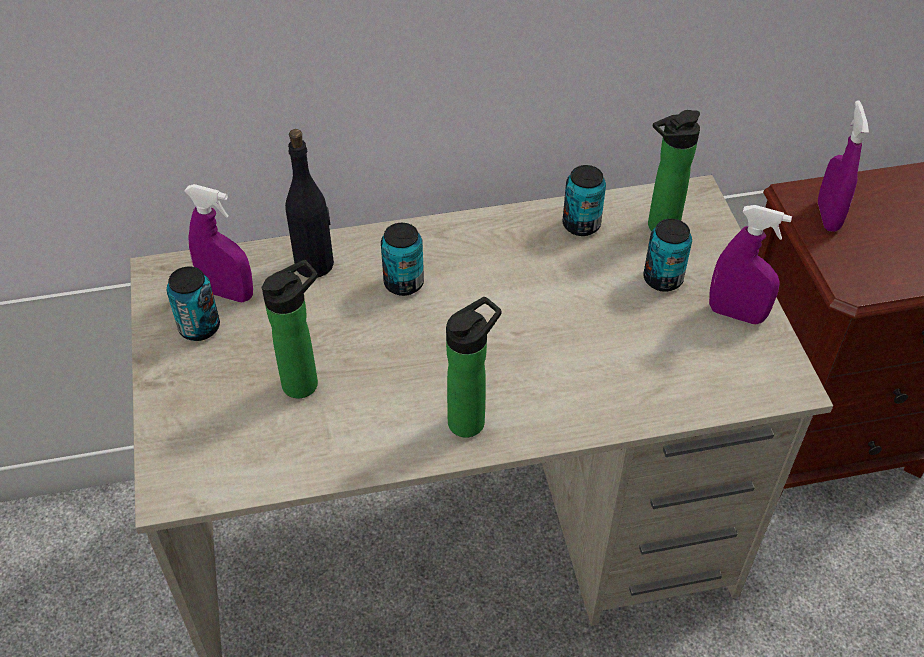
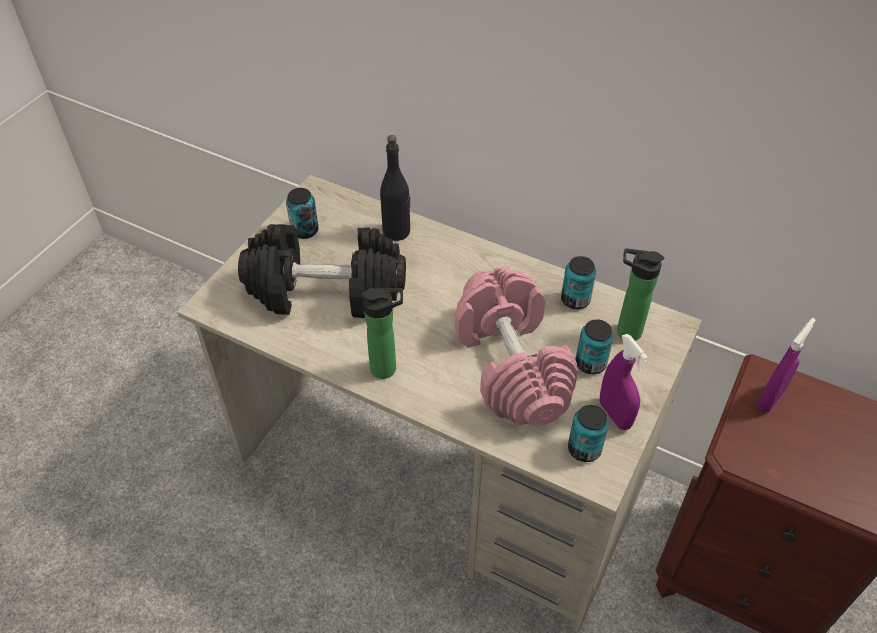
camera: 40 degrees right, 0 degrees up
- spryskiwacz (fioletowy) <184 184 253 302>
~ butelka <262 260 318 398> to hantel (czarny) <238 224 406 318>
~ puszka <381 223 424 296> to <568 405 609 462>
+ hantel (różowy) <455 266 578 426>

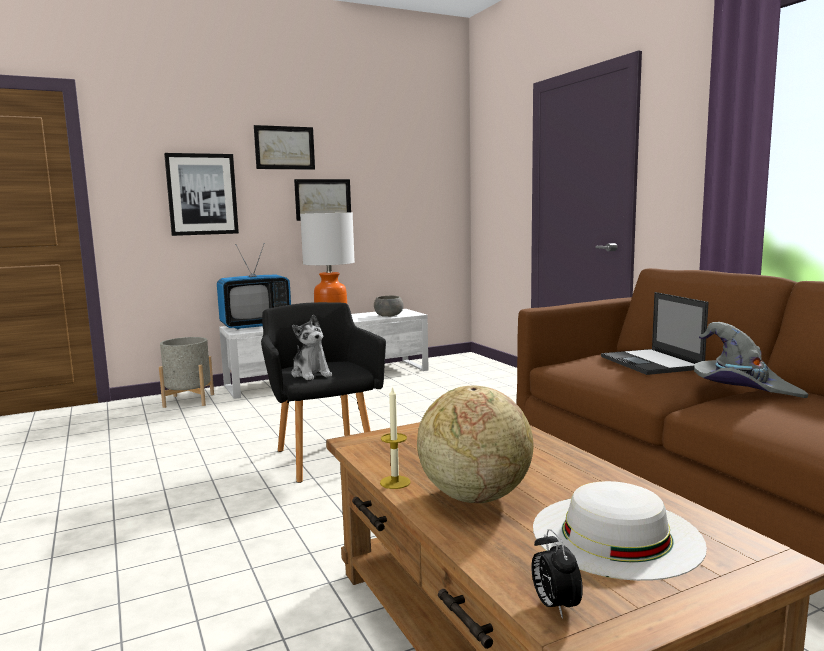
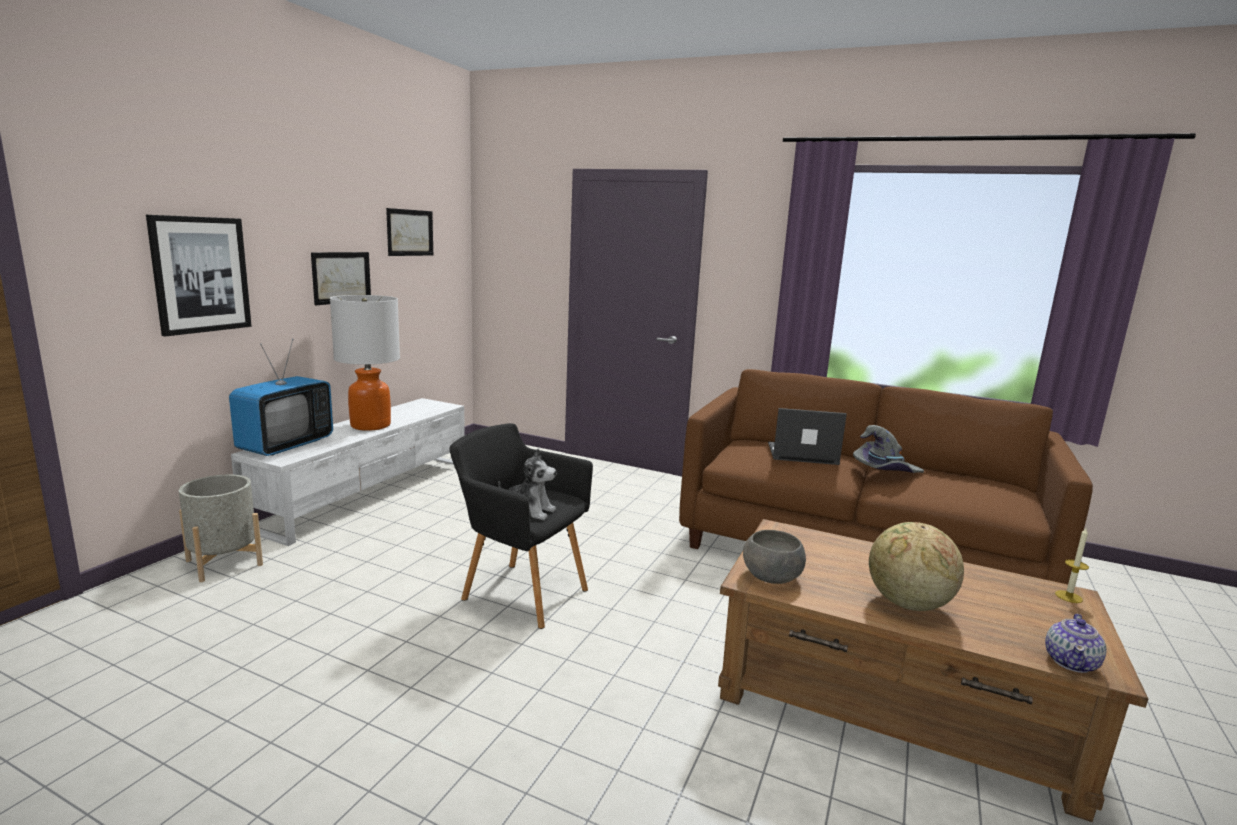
camera: 40 degrees left, 5 degrees up
~ obraz <254 125 315 170> to <386 208 433 256>
~ miska (szary) <374 296 404 317> to <743 530 806 584>
~ świeca <380 386 410 489> to <1055 528 1089 603>
~ budzik <531 529 583 619> to imbryk <1045 614 1107 673>
- kapelusz (biały) <533 481 707 581>
~ laptop <601 292 709 375> = <768 408 847 465> 150 degrees clockwise

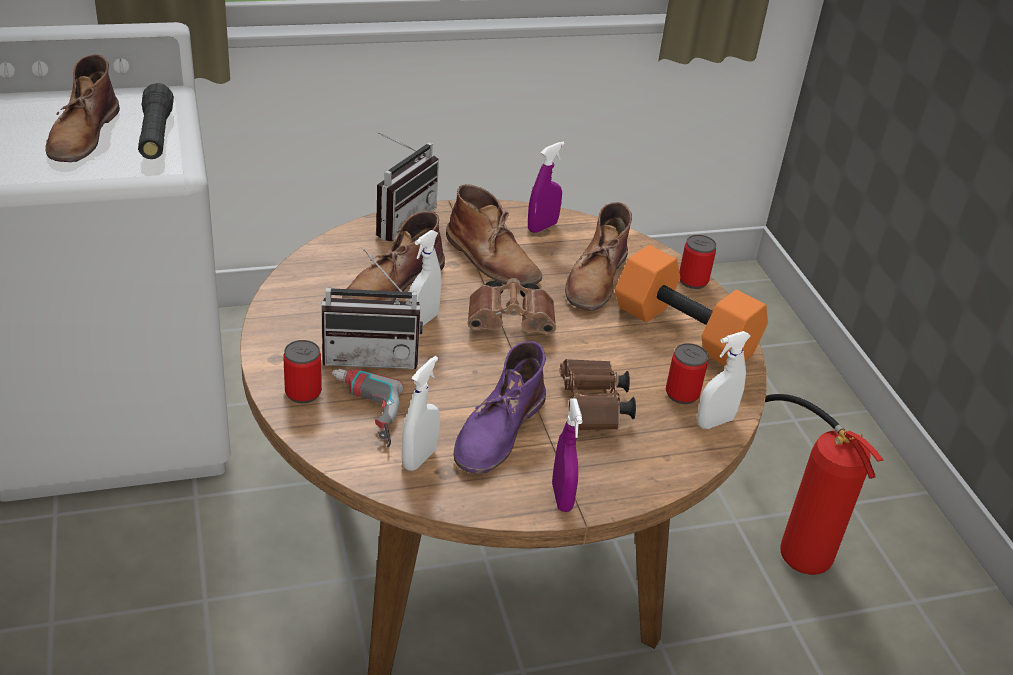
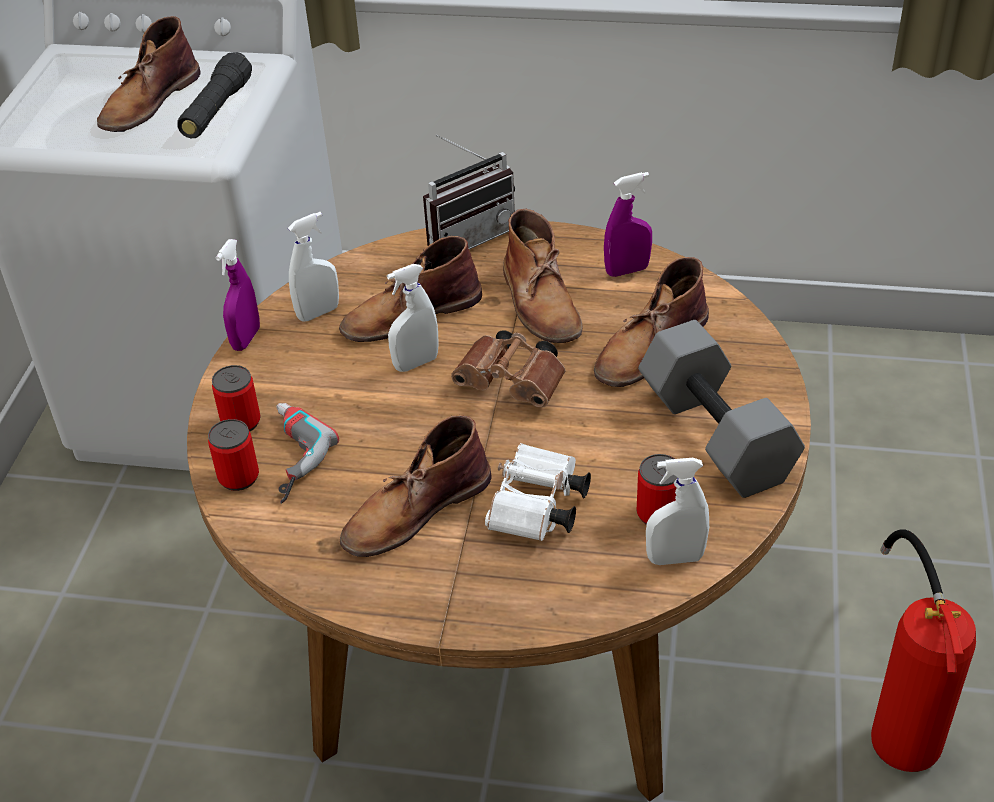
camera: 30 degrees right, 5 degrees up
- radio <321 249 423 369>
~ spryskiwacz (biały) <402 356 440 471> to <288 212 339 322>
~ but z cholewką (fioletowy) <454 341 546 474> to but z cholewką (brązowy) <340 415 492 557>
~ spryskiwacz (fioletowy) <552 398 582 512> to <215 239 260 351>
~ lornetka (brązowy) <560 359 636 430> to lornetka (biały) <485 443 591 541>
~ hantel (pomarańczowy) <615 245 768 366> to hantel (szary) <638 320 805 498>
~ puszka <679 235 716 289> to <208 419 259 491>

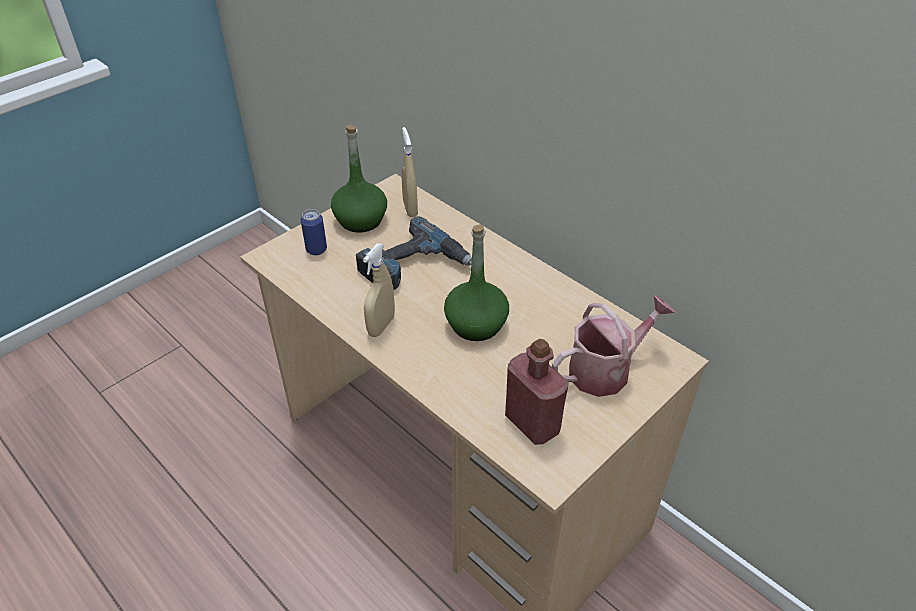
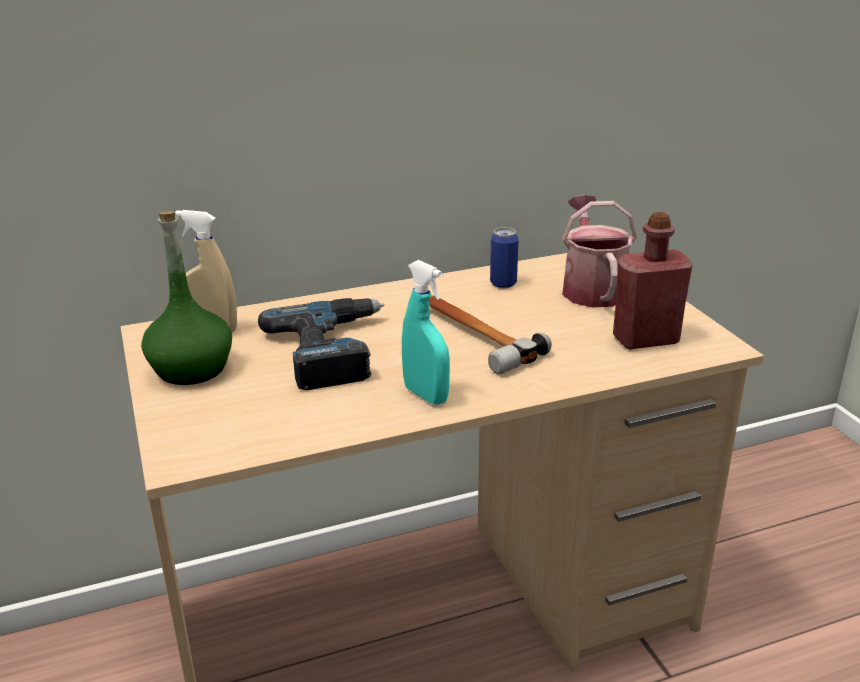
camera: 65 degrees left, 15 degrees down
~ puszka <301 209 327 255> to <490 227 519 288>
~ spryskiwacz (beżowy) <363 243 395 337> to spryskiwacz (turkusowy) <402 260 450 405>
~ butelka (zielony) <444 224 509 341> to młotek <429 296 552 375>

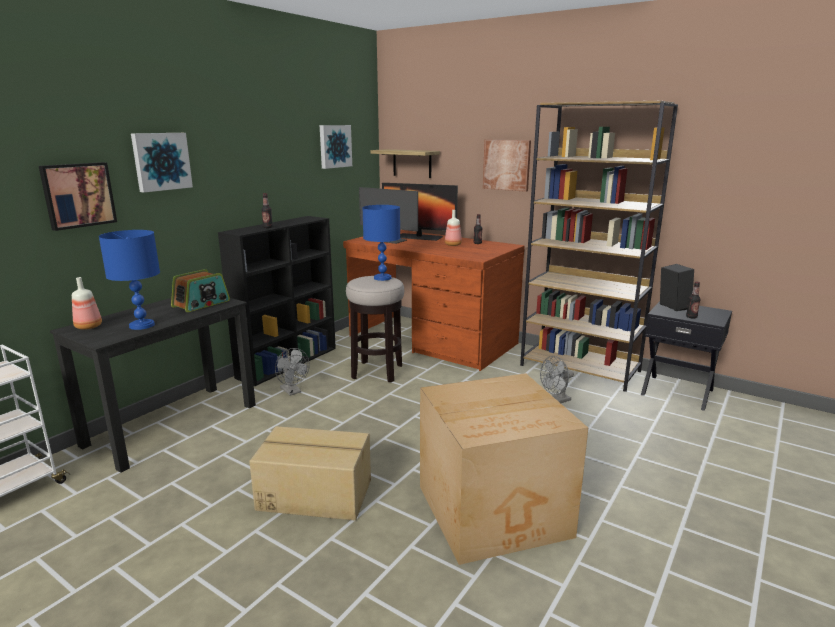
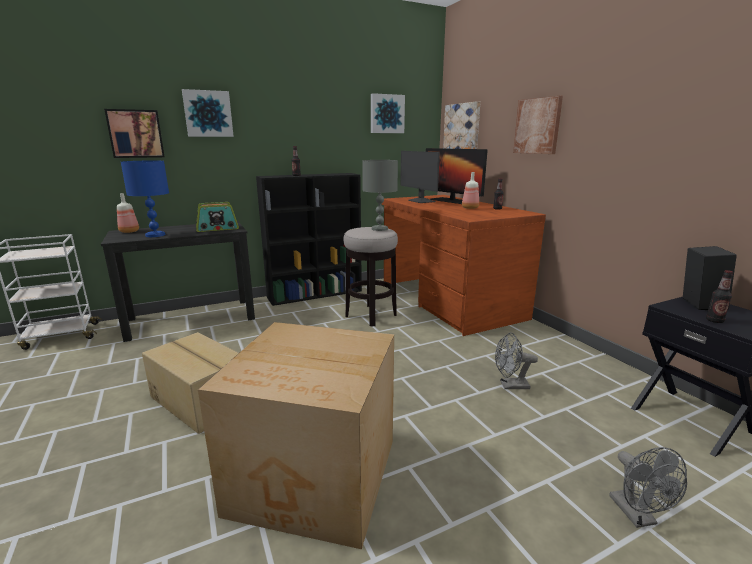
camera: 30 degrees right, 0 degrees up
~ wentylator (szary) <275 348 310 396> to <609 447 687 528>
~ lampa stołowa (niebieski) <362 205 400 281> to lampa stołowa (szary) <362 160 398 231>
~ półka <371 149 440 178> to obraz <443 101 480 149>
- regał (brązowy) <520 101 678 392>

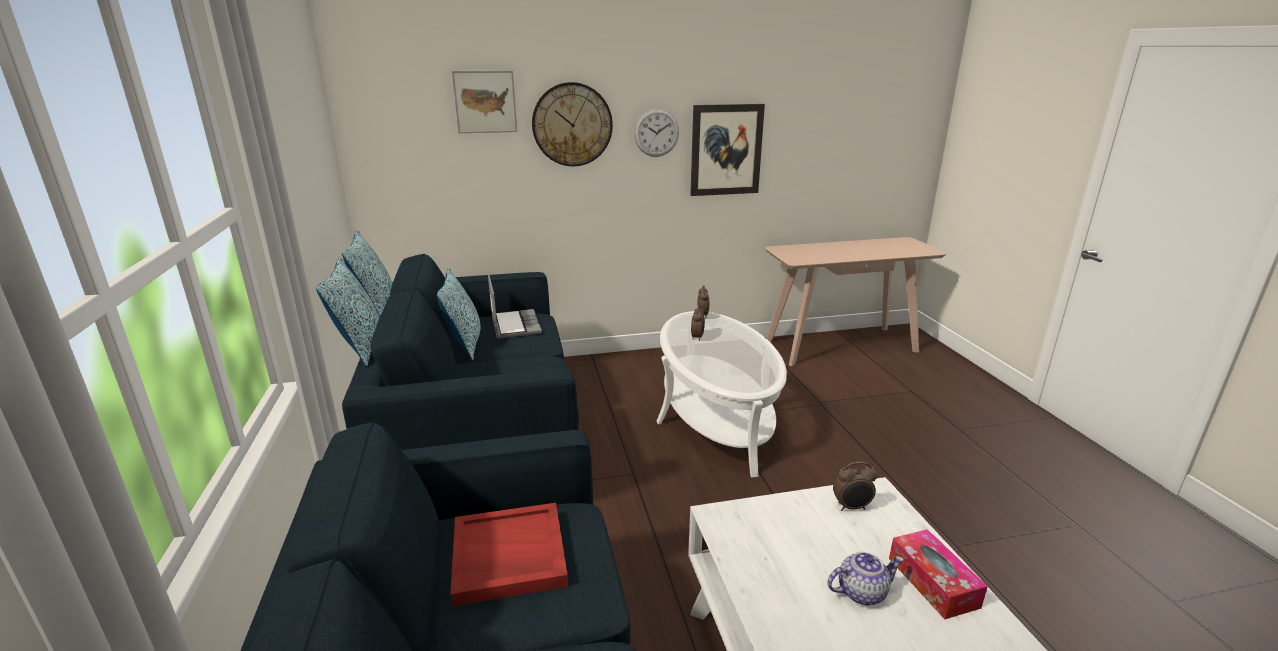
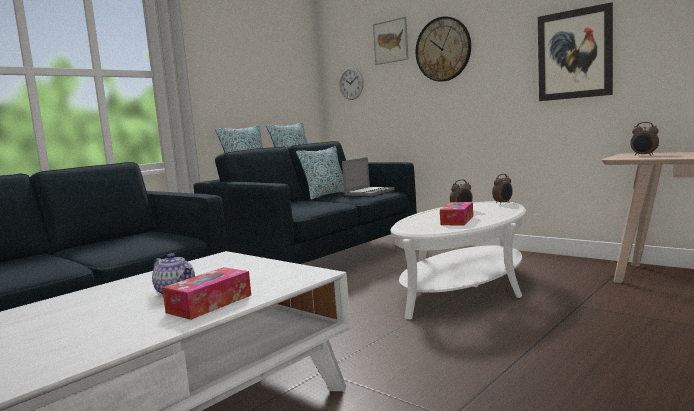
camera: 55 degrees right, 15 degrees down
- taca (czerwony) <451 503 568 606>
~ zegar ścienny <634 109 679 157> to <339 67 364 100>
~ budzik <833 462 877 511> to <630 122 659 156>
+ pudełko chusteczek <440 202 473 226>

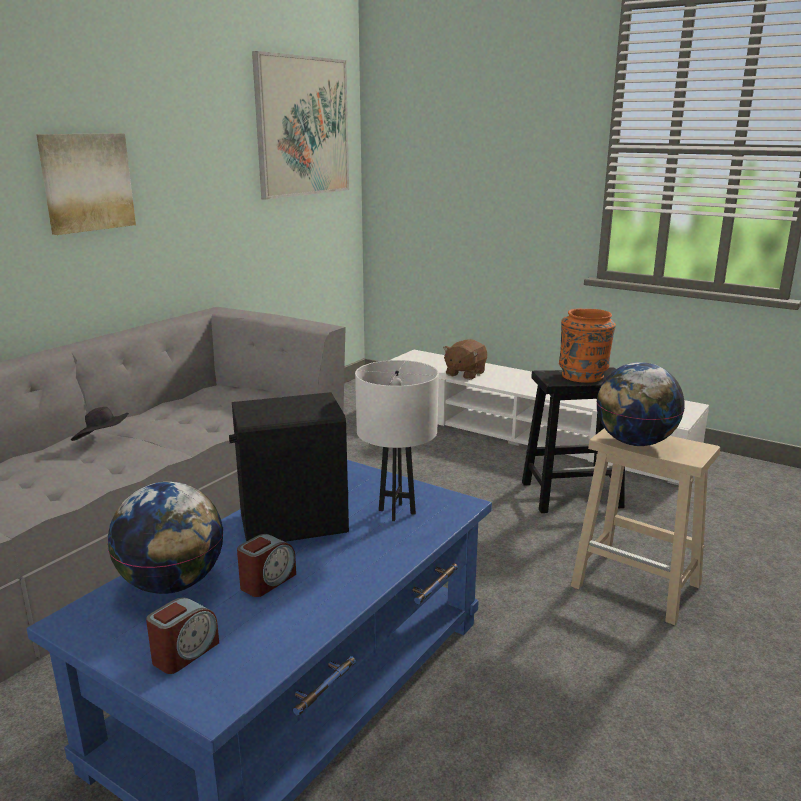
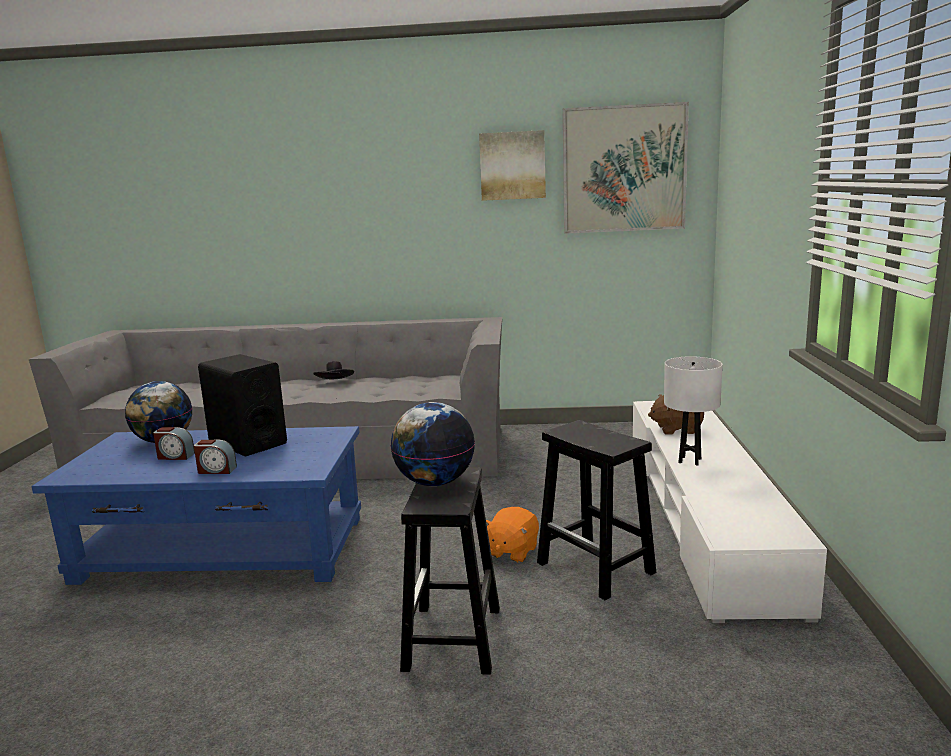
camera: 60 degrees right, 5 degrees down
~ obraz <36 133 136 235> to <479 130 546 201>
~ budzik <146 597 219 674> to <194 440 237 474>
~ lampa stołowa (biały) <355 360 439 521> to <664 356 723 466>
- wazon (pomarańczowy) <559 309 616 383>
~ stołek (beżowy) <571 428 720 625> to stołek (czarny) <400 467 500 675>
+ pluszak (pomarańczowy) <486 507 539 563>

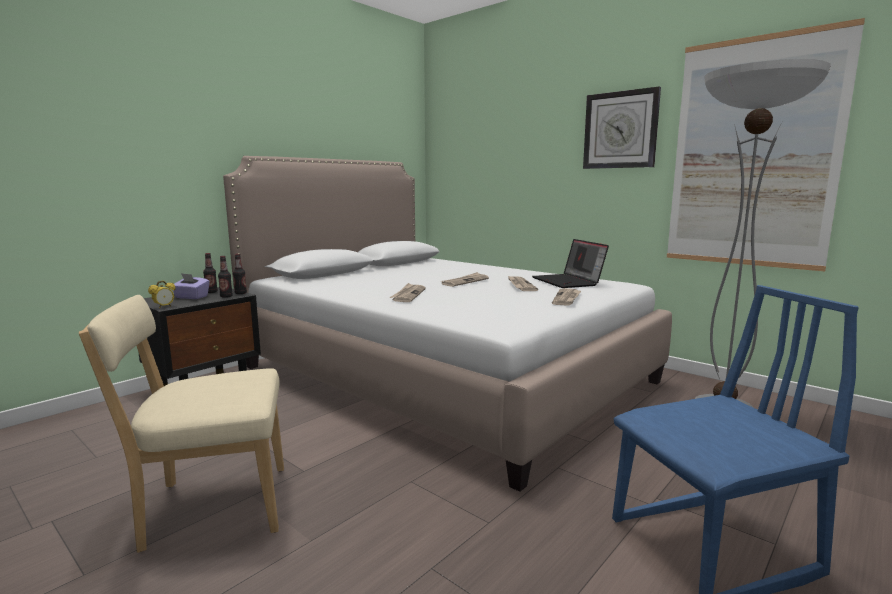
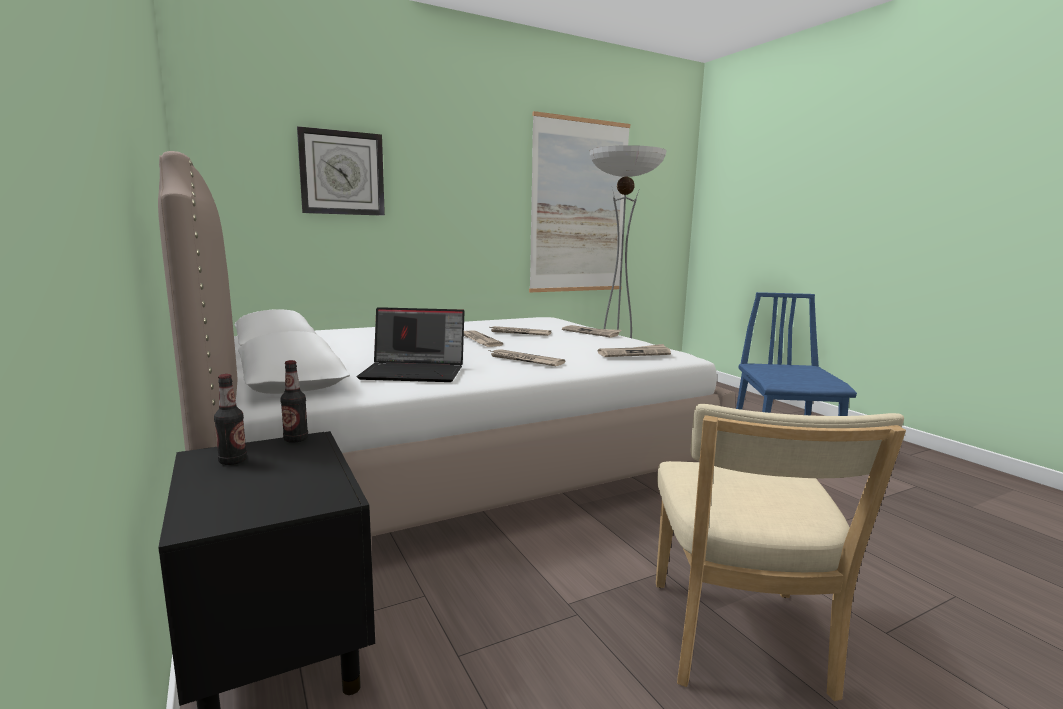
camera: 70 degrees left, 0 degrees up
- budzik <148 281 176 308>
- pudełko chusteczek (fioletowy) <173 273 210 299>
- butelka <218 256 233 298>
~ laptop <532 239 609 288> to <357 307 465 382>
~ zegar ścienny <583 87 661 169> to <297 126 385 216>
+ gazeta <597 344 671 357>

